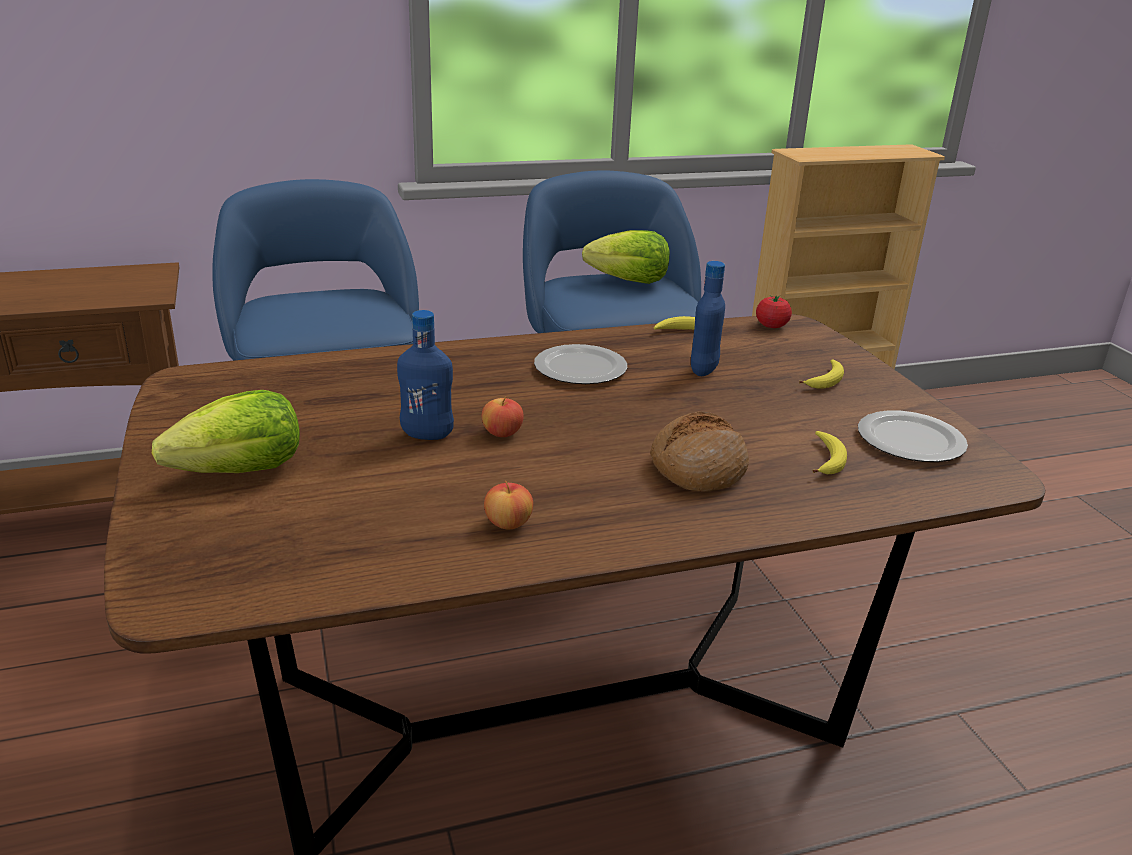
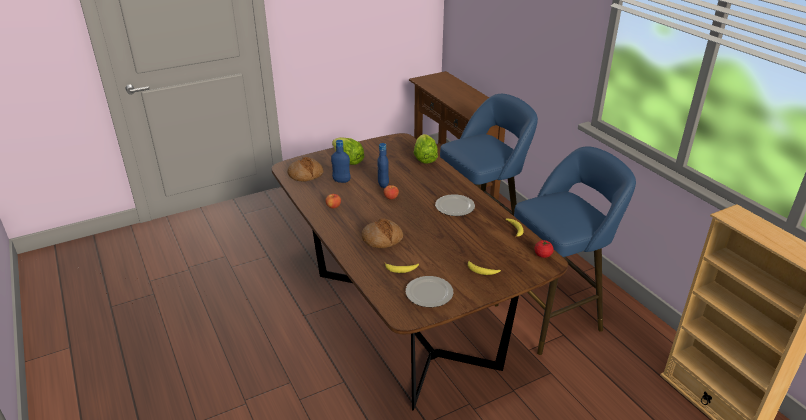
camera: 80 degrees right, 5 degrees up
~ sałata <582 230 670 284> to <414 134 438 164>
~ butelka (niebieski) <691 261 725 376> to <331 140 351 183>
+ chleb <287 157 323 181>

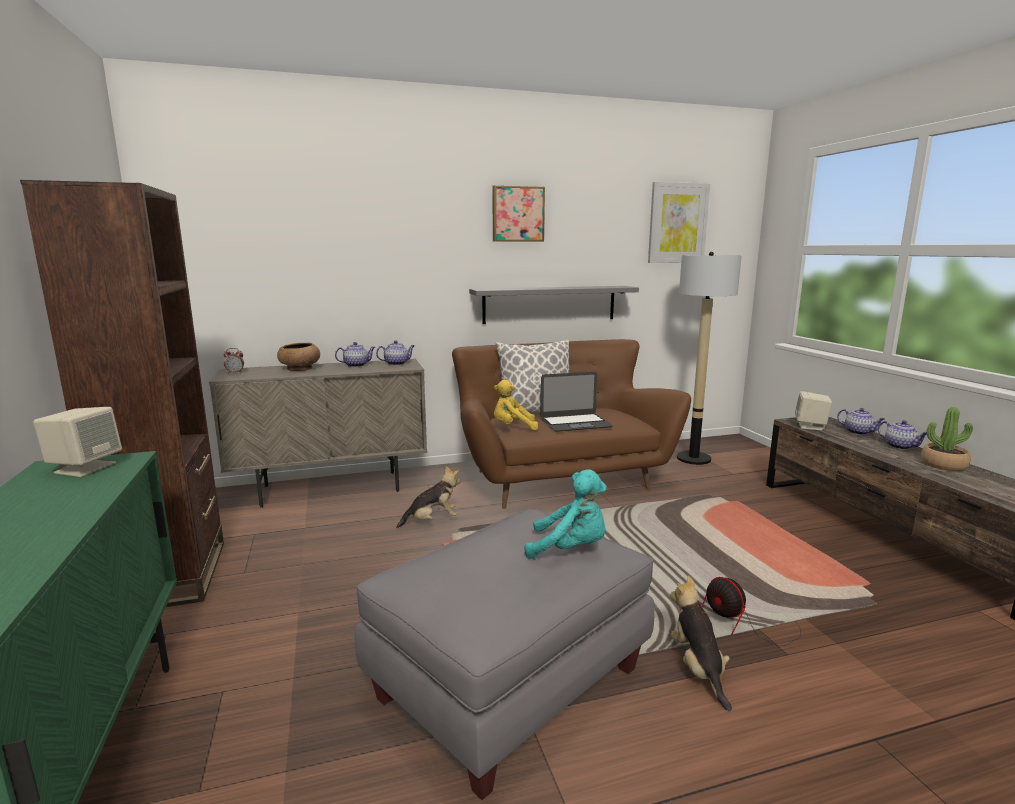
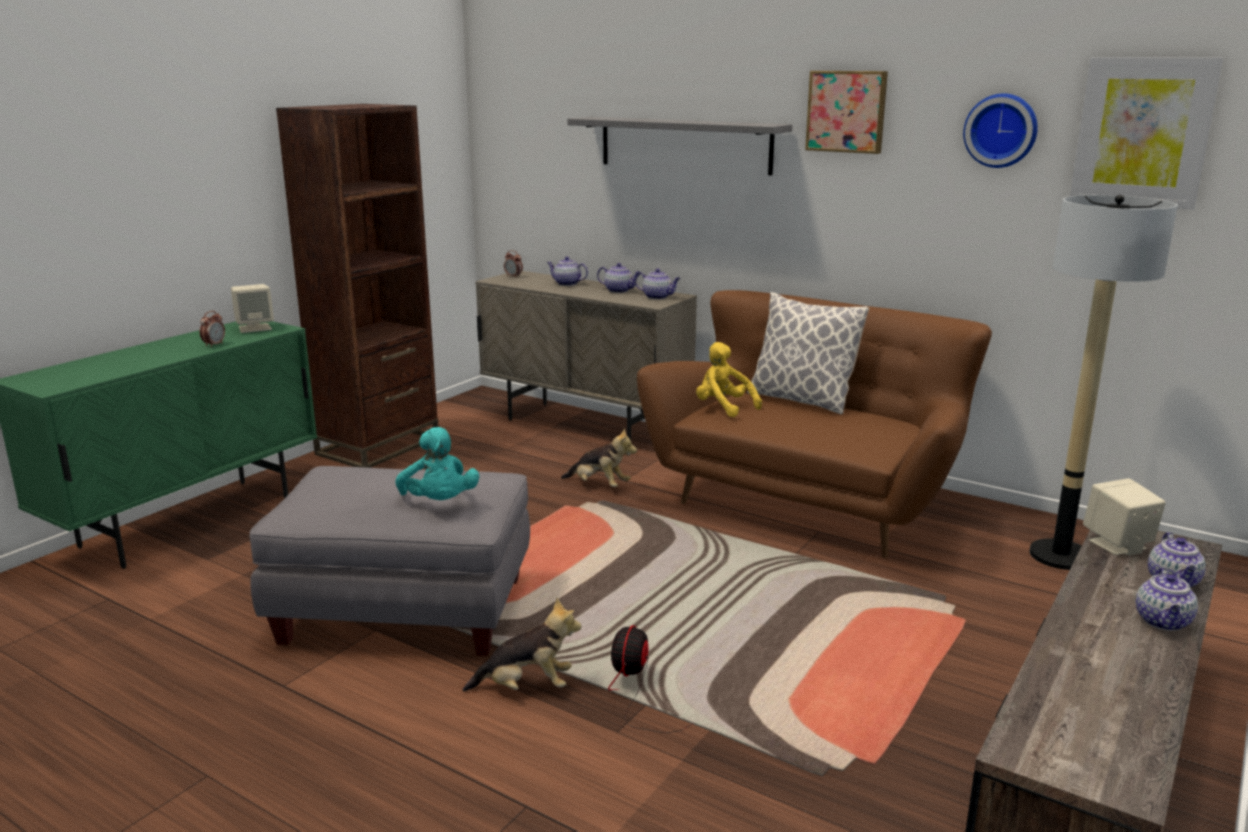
camera: 50 degrees right, 5 degrees up
~ miska (brązowy) <277 343 320 371> to imbryk <547 257 588 286>
~ półka (szary) <469 286 639 324> to <567 117 792 175>
- laptop <540 372 613 432>
~ pluszak <670 576 732 711> = <463 598 581 692> 45 degrees clockwise
- roślina doniczkowa <921 407 973 471>
+ budzik <200 311 225 347>
+ zegar ścienny <963 94 1038 168>

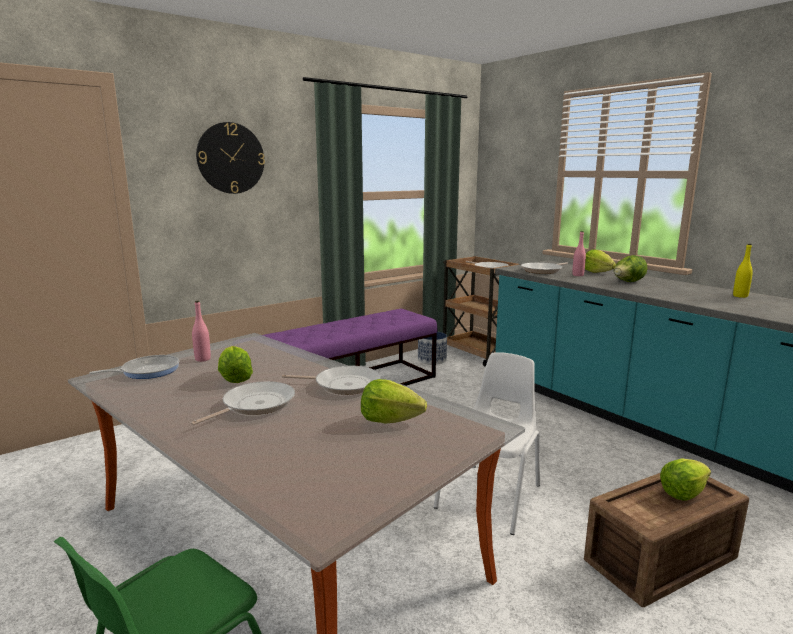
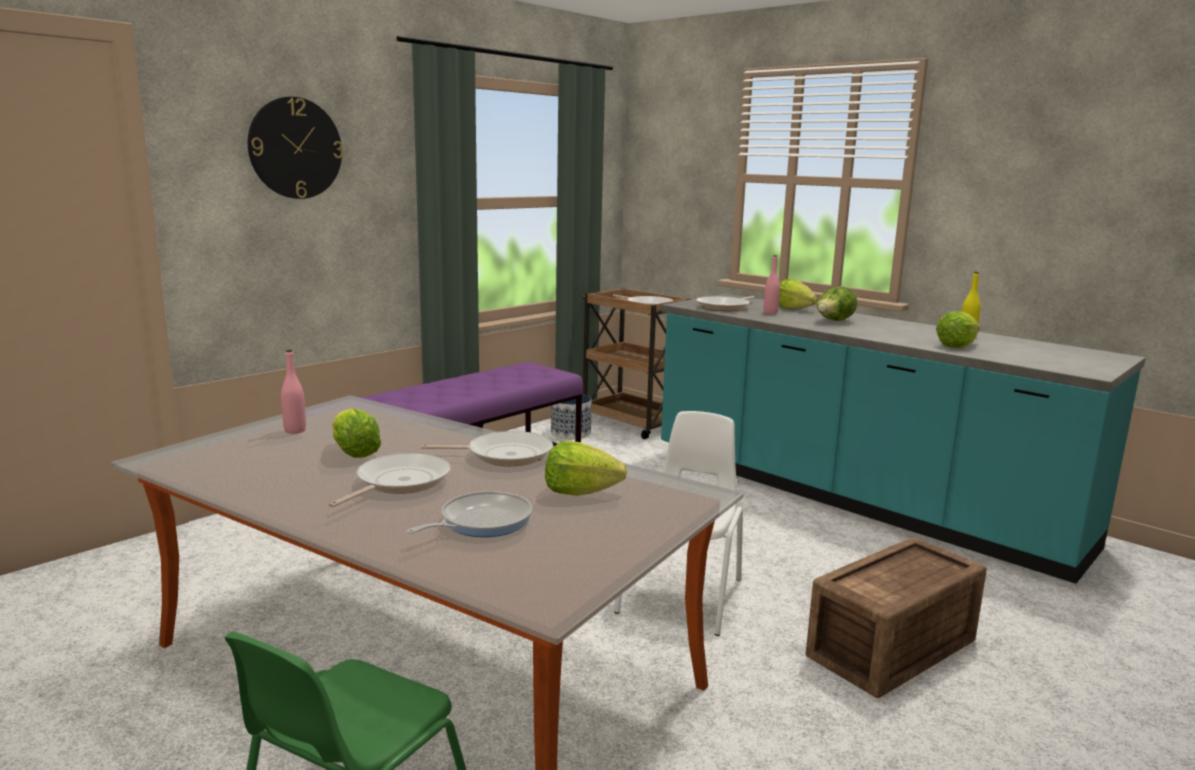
camera: 10 degrees left, 0 degrees up
~ patelnia <89 355 180 379> to <406 491 532 537>
~ sałata <660 459 711 501> to <936 311 980 348>

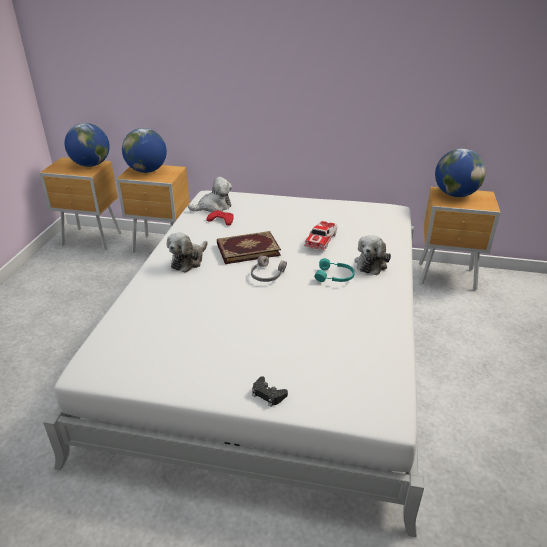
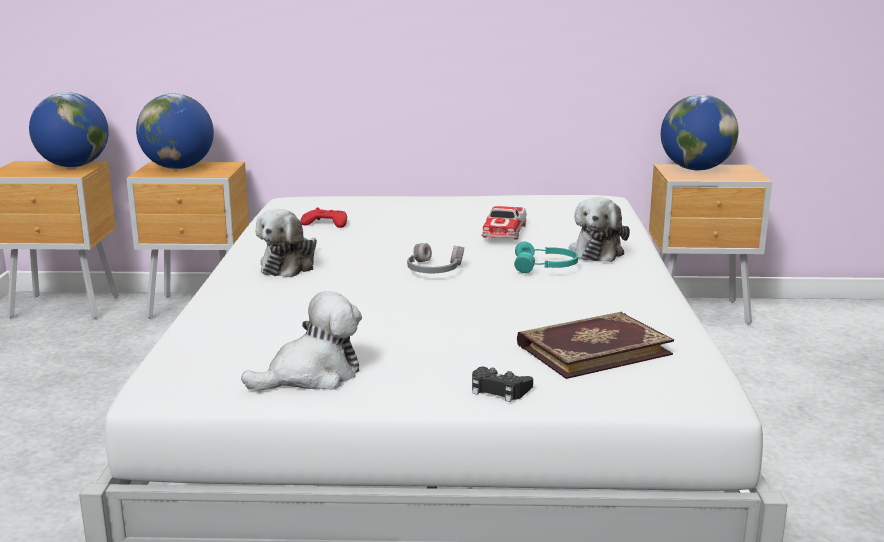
camera: 10 degrees left, 15 degrees down
~ pluszak <188 177 233 212> to <241 291 362 391>
~ książka <217 231 281 264> to <517 312 674 379>

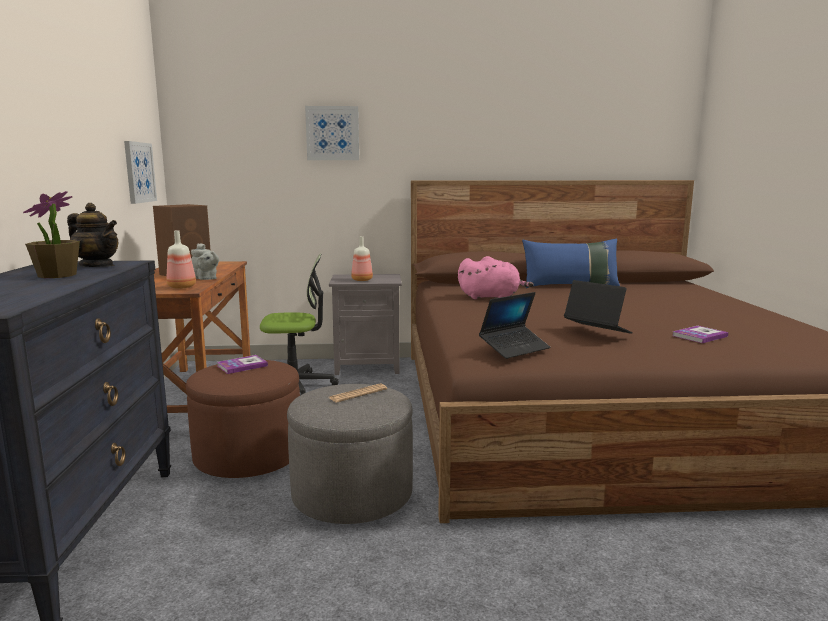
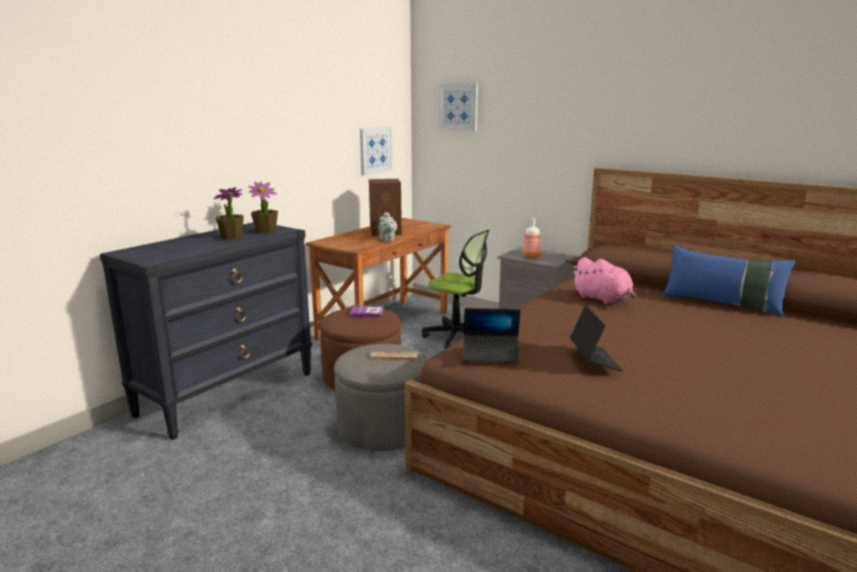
camera: 40 degrees right, 5 degrees up
~ imbryk <67 203 118 267> to roślina doniczkowa <248 182 278 234>
- butelka <166 230 196 289>
~ obraz <305 106 359 160> to <439 84 478 131>
- książka <672 326 729 343>

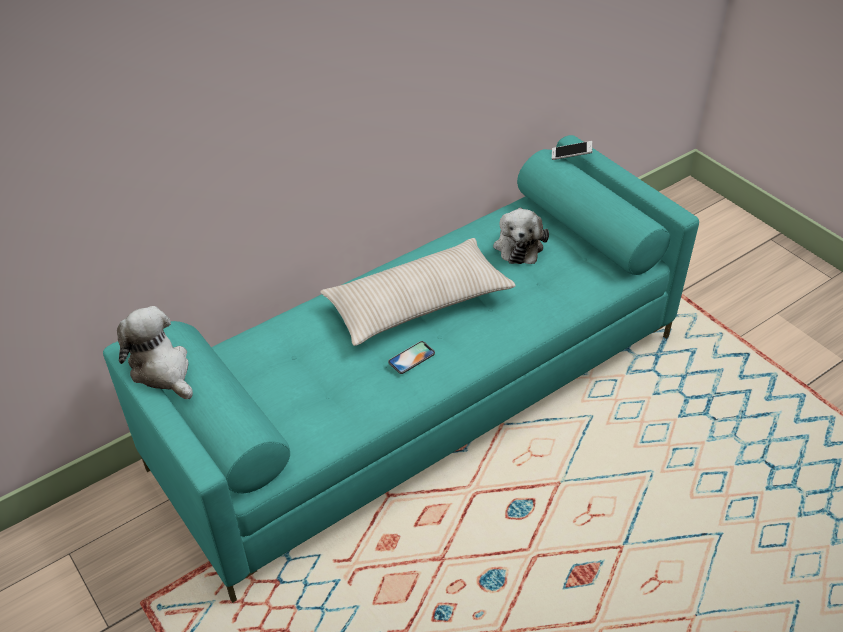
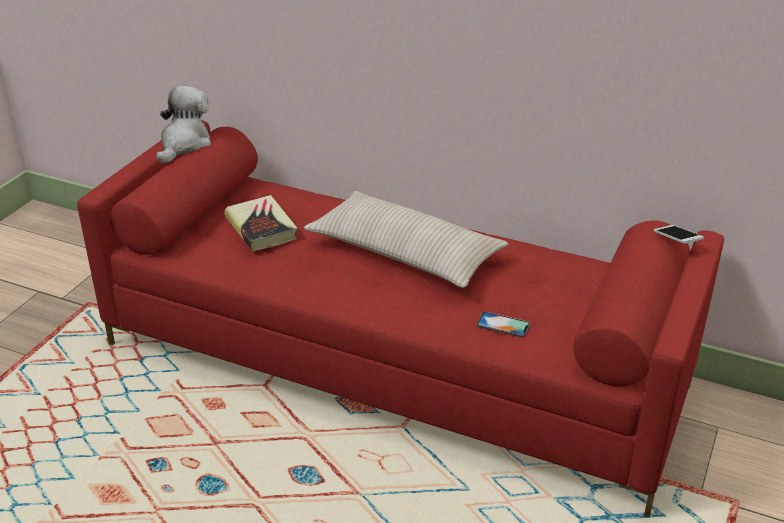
camera: 60 degrees right, 10 degrees down
~ kanapa (turkusowy) <103 135 699 603> to kanapa (czerwony) <77 120 724 518>
~ telefon <388 341 435 374> to <477 312 530 337>
- pluszak <493 207 549 264>
+ książka <225 195 298 252>

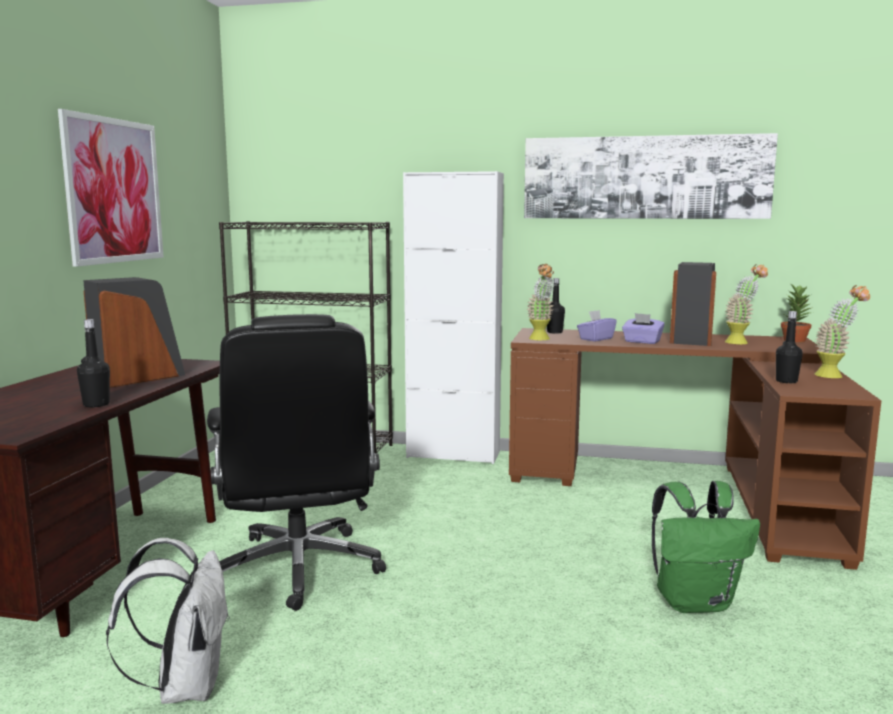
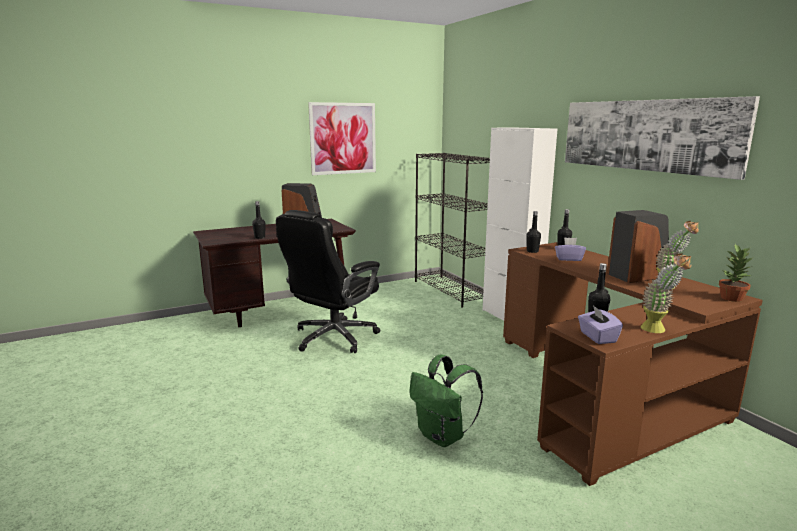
camera: 50 degrees right, 5 degrees up
- plecak (biały) <106 538 230 704>
~ roślina doniczkowa <527 264 554 341> to butelka (czarny) <526 211 541 253>
~ pudełko chusteczek (fioletowy) <622 313 665 344> to <578 305 623 344>

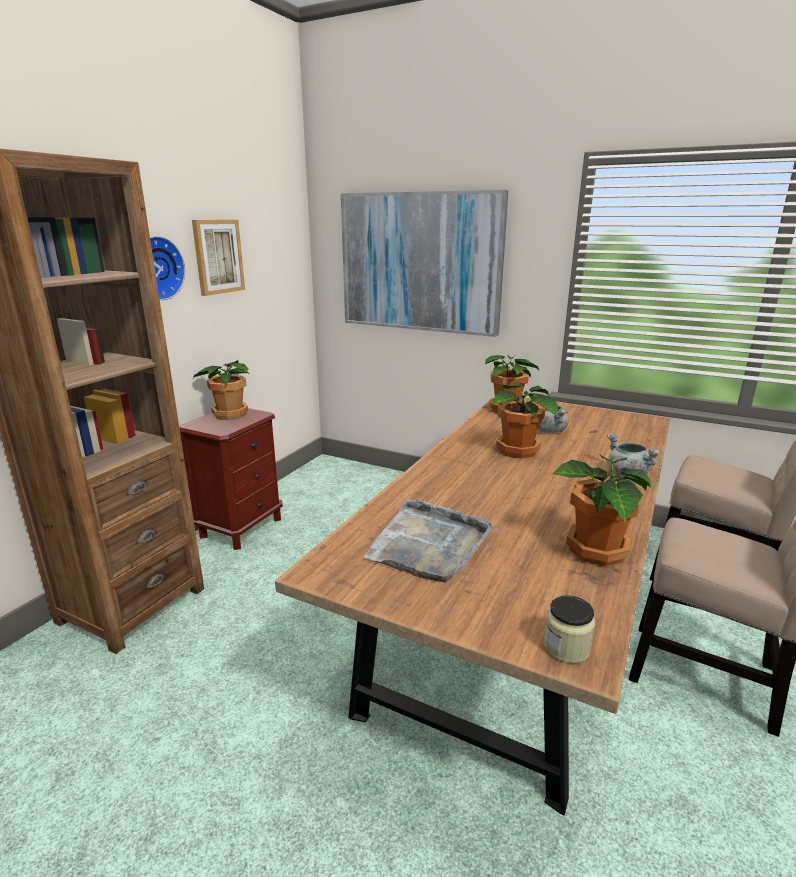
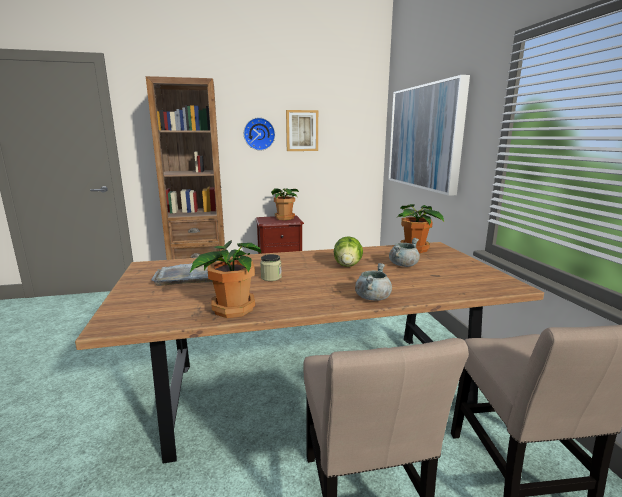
camera: 50 degrees right, 5 degrees down
~ roślina doniczkowa <492 382 558 458> to sałata <334 236 363 267>
~ słoik <544 595 595 663> to <260 254 282 281>

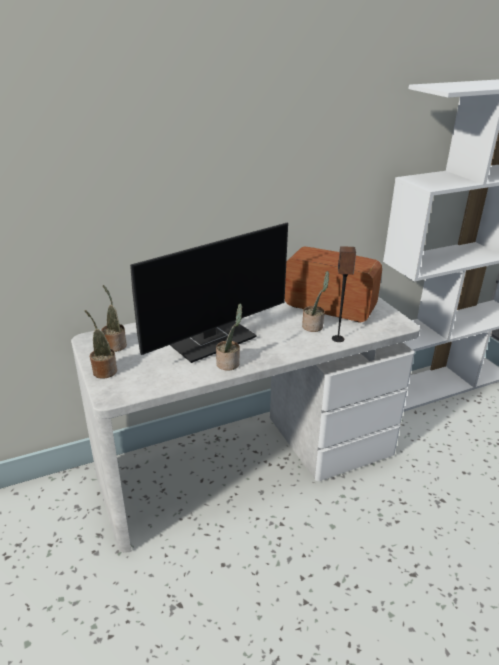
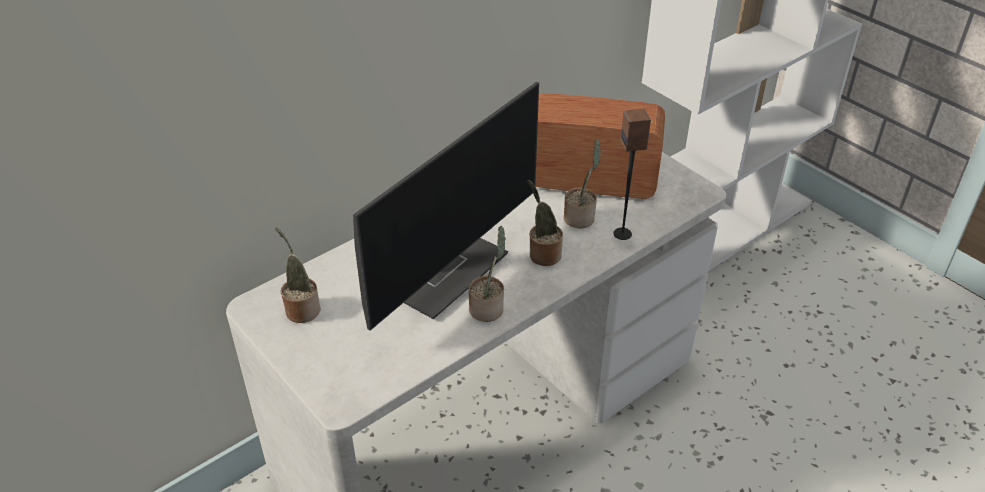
camera: 15 degrees left, 10 degrees up
~ roślina doniczkowa <85 310 117 379> to <527 180 563 266>

